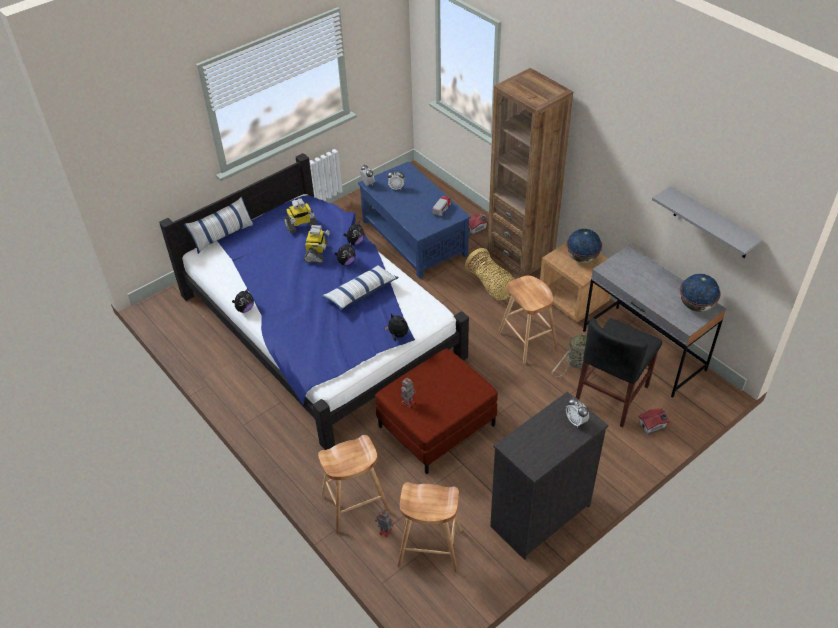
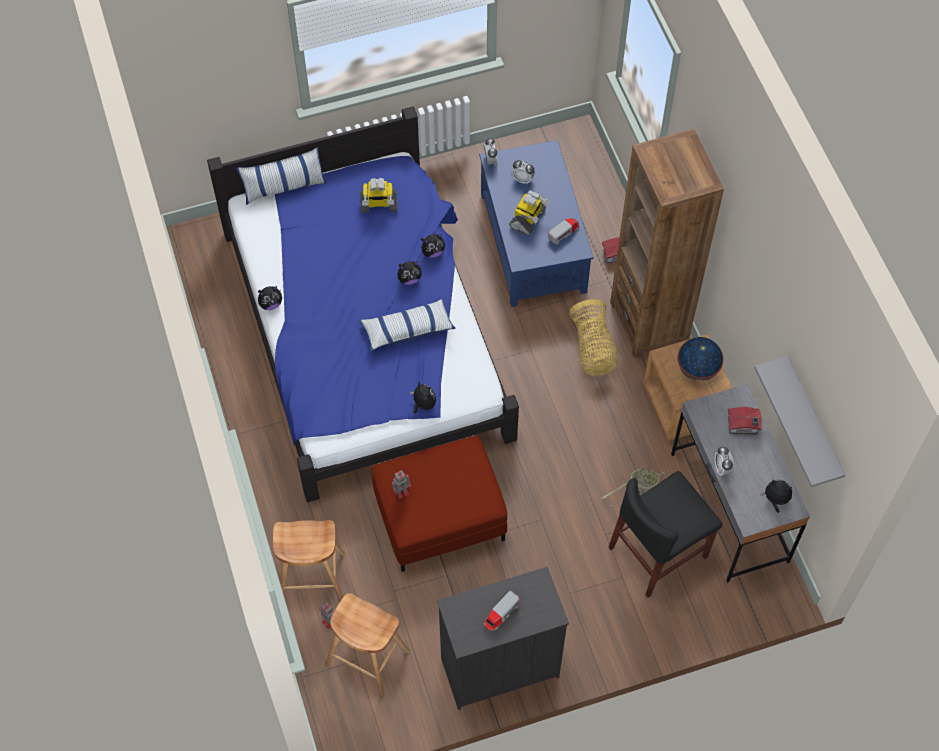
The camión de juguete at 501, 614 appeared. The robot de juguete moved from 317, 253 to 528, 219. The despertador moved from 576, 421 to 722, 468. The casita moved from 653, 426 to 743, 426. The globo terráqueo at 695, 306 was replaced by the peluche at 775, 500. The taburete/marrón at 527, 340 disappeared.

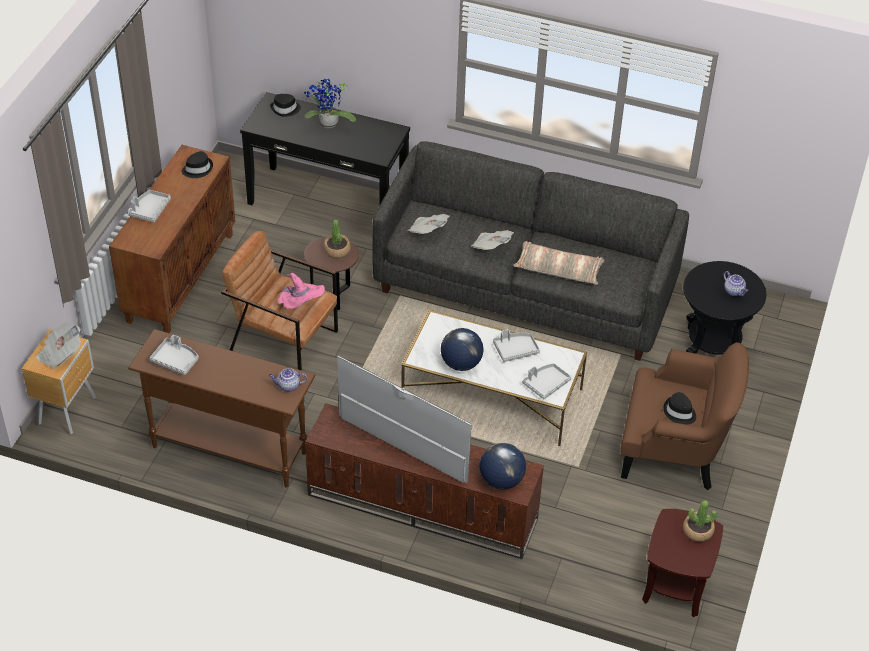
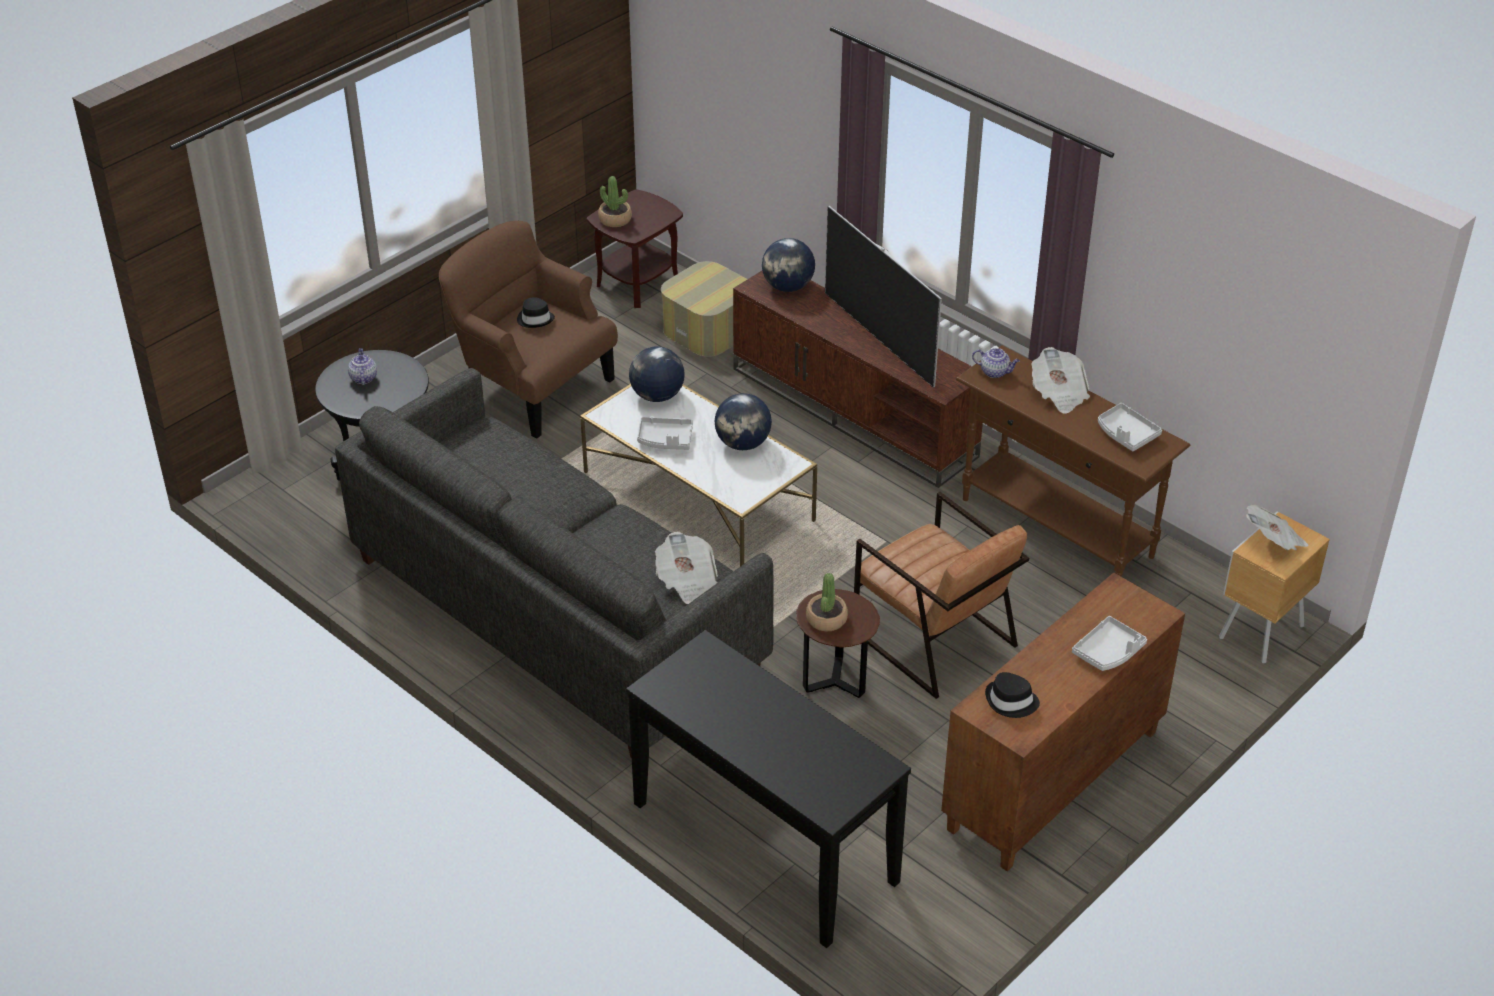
The bandeja/gris at 546, 384 was replaced by the globo terráqueo at 657, 396. The puf at 708, 329 appeared. The periódico moved from 491, 247 to 1059, 394. The sombrero/negro at 285, 109 disappeared. The sombrero/rosa at 300, 306 disappeared. The planta en maceta at 327, 125 disappeared. The cojín at 558, 269 disappeared.

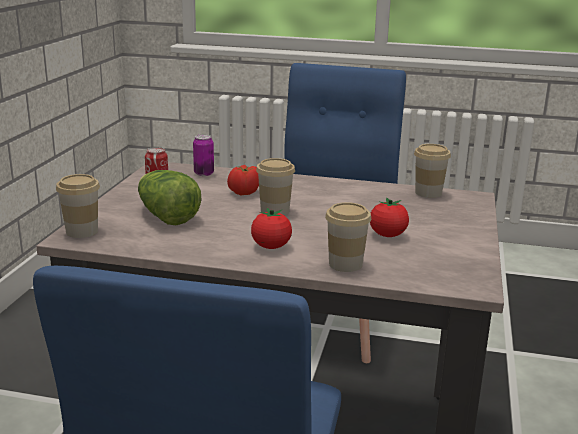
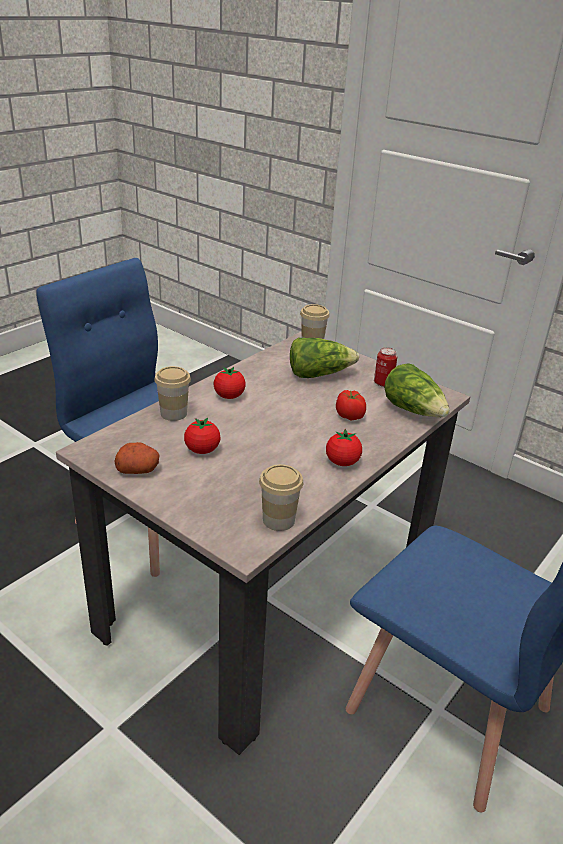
The patata at 138, 469 appeared. The tomate at 342, 462 appeared. The lata at 204, 173 was replaced by the lechuga at 414, 411. The taza at 275, 211 disappeared.

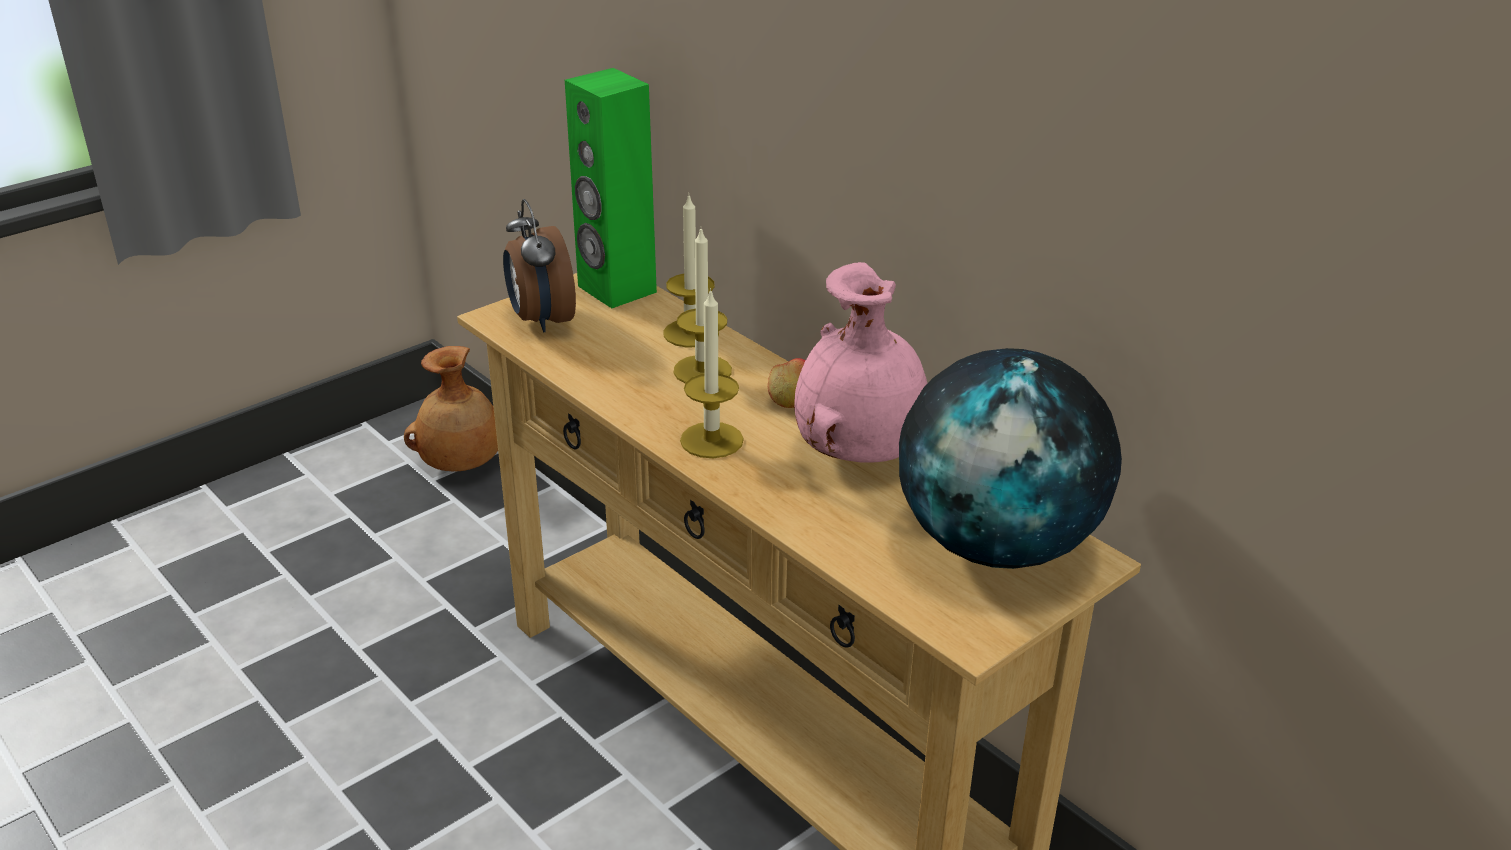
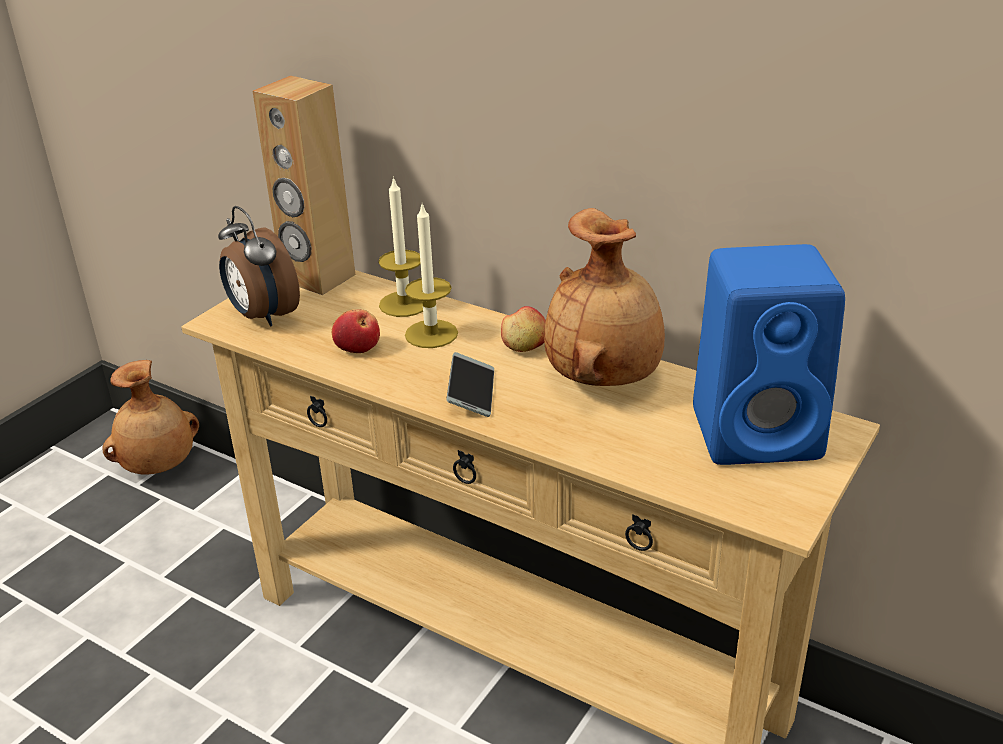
The altavoz/verde at 616, 289 became the altavoz/marrón at 318, 278. The manzana at 357, 347 appeared. The vela at 711, 440 was replaced by the móvil at 471, 392. The florero/rosa at 861, 453 became the florero/marrón at 605, 378. The globo terráqueo at 997, 544 was replaced by the altavoz/azul at 760, 432.

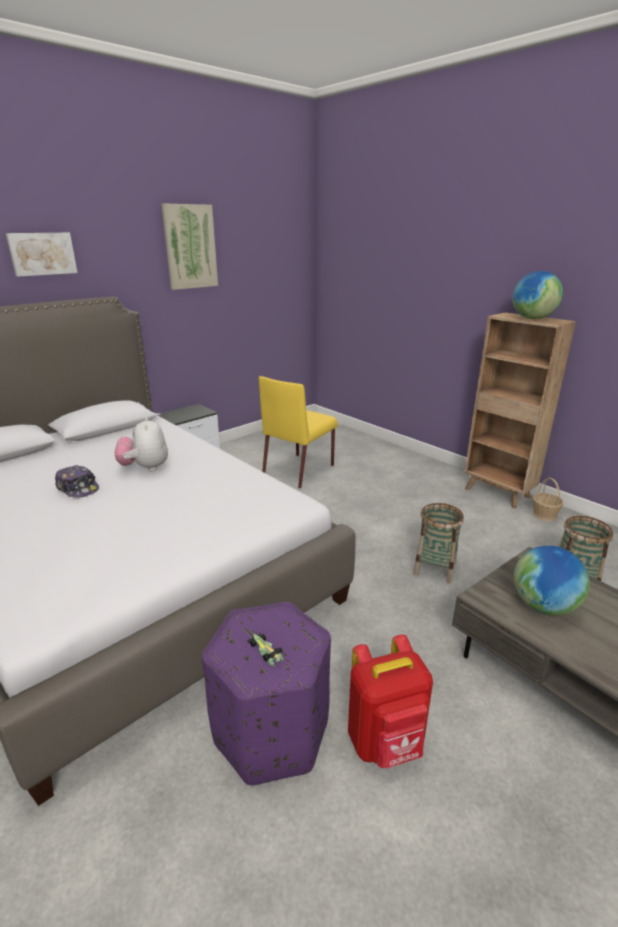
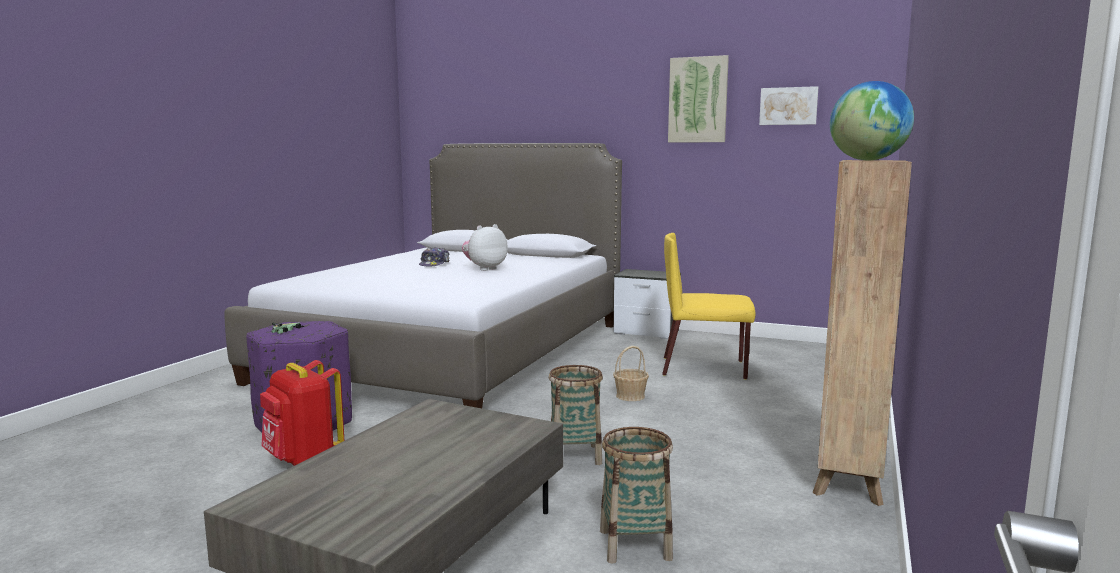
The cesta moved from 544, 515 to 630, 396. The cuadro moved from 42, 253 to 788, 106. The globo terráqueo at 544, 606 disappeared.

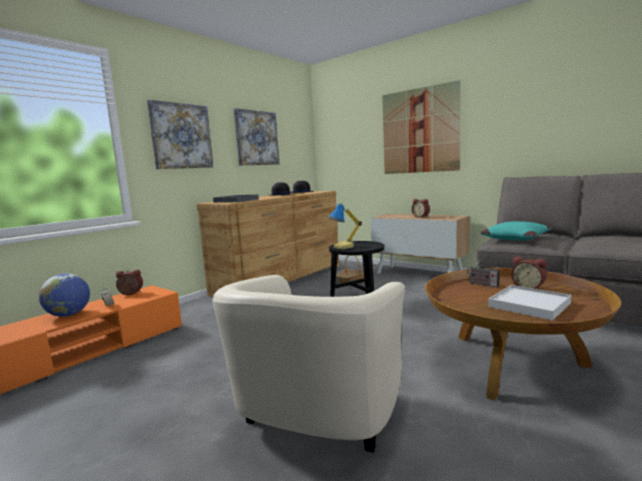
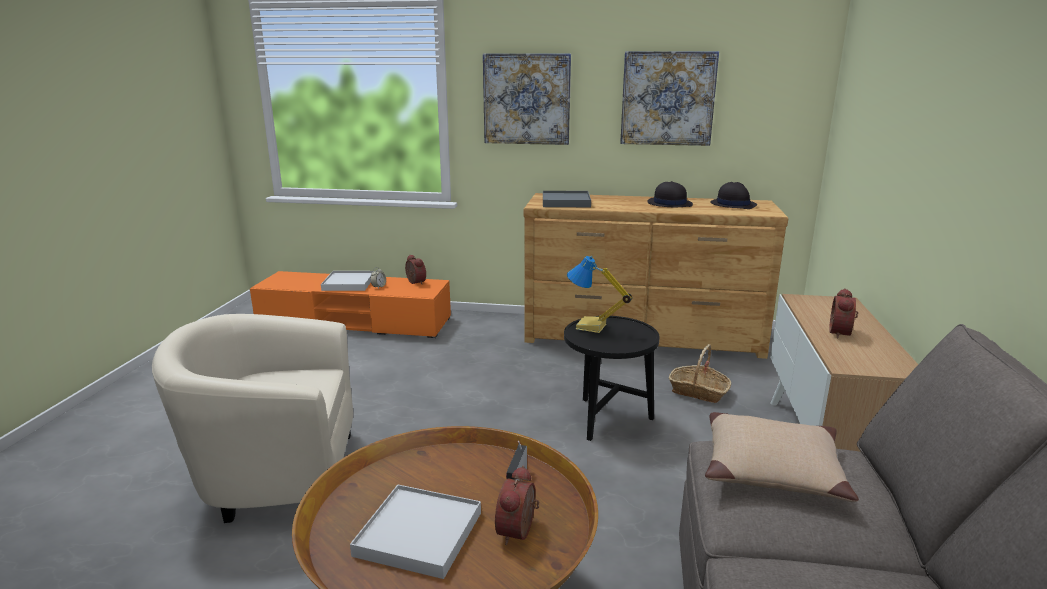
The globo terráqueo at 68, 315 was replaced by the bandeja/blanco at 348, 283. The cojín/turquesa at 515, 238 became the cojín/beis at 772, 468. The cuadro at 419, 131 disappeared.

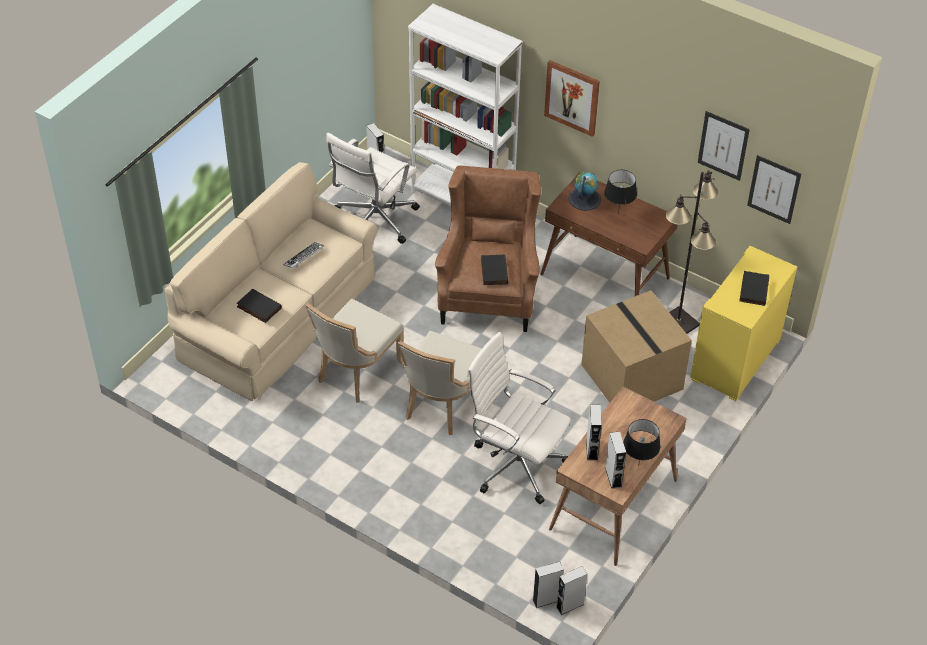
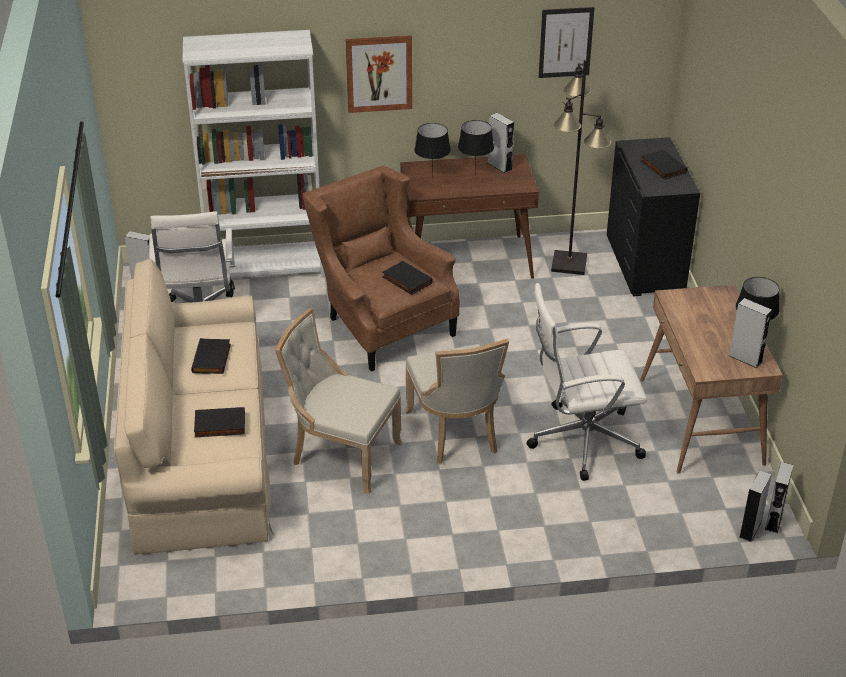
The teclado at 304, 257 was replaced by the libro/negro at 212, 359. The silla/beis at 356, 372 turned 120 degrees clockwise. The globo terráqueo at 584, 199 was replaced by the lámpara de mesa/negro at 432, 178. The altavoz/gris moved from 591, 449 to 499, 166. The cómoda/amarillo at 736, 359 became the cómoda/negro at 646, 264. The caja de cartón at 633, 377 disappeared. The cuadro at 774, 189 disappeared.

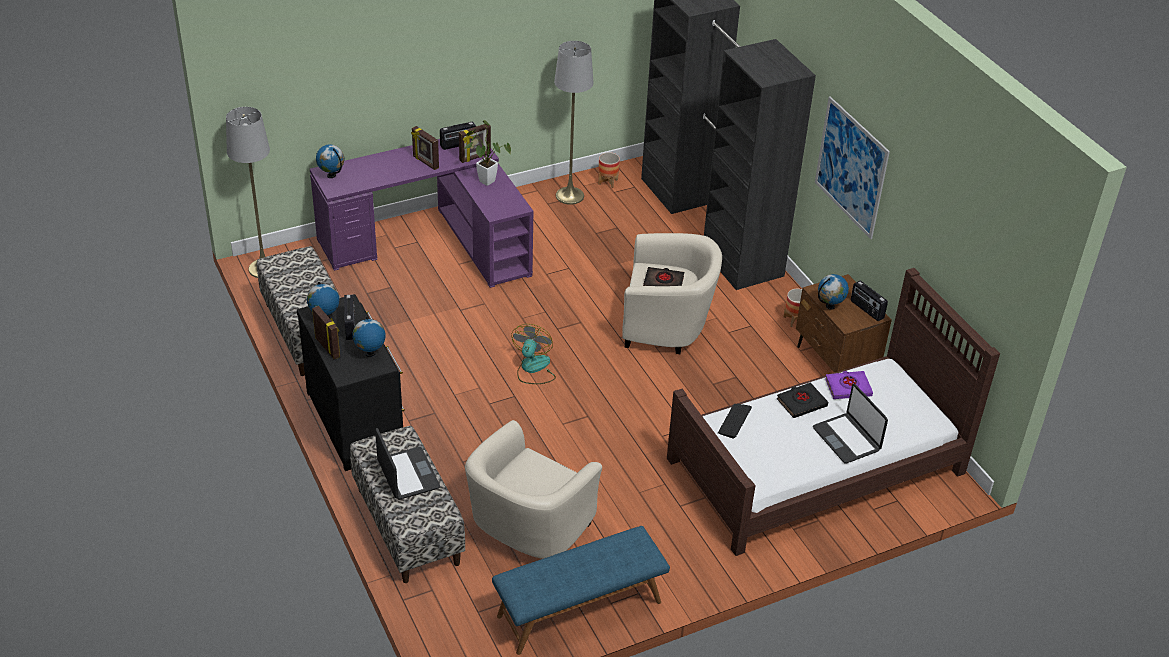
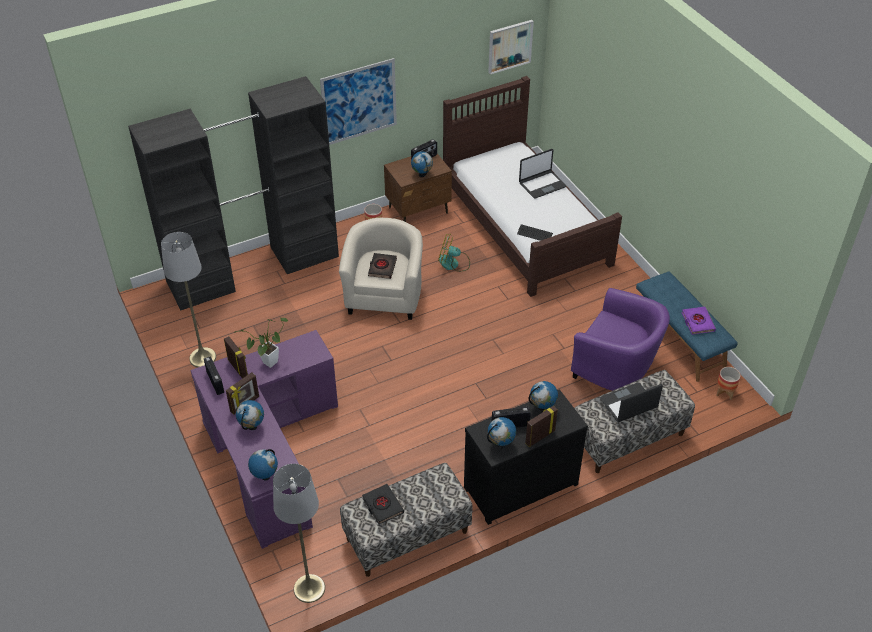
The globo terráqueo at 252, 427 appeared. The libro/negro moved from 801, 403 to 382, 506. The ventilador moved from 533, 369 to 453, 263. The cuadro at 509, 46 appeared. The sillón/beis at 527, 531 became the sillón/morado at 616, 369. The libro/morado moved from 848, 387 to 697, 322. The maceta moved from 608, 182 to 725, 392.

